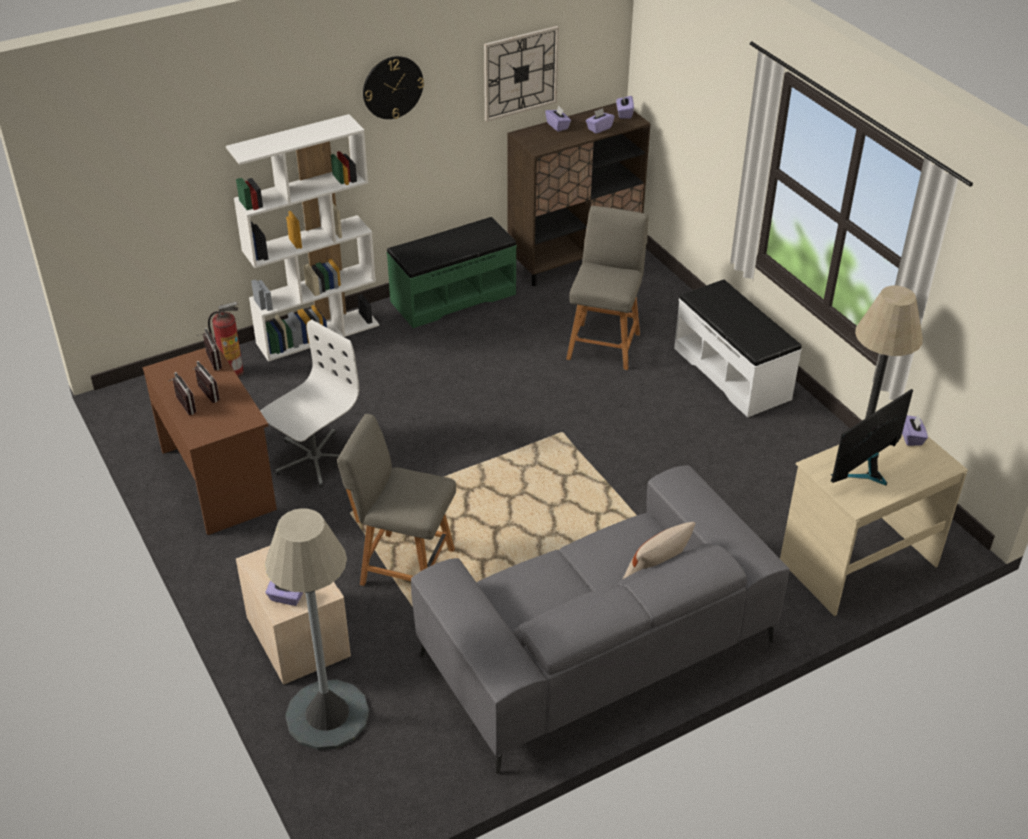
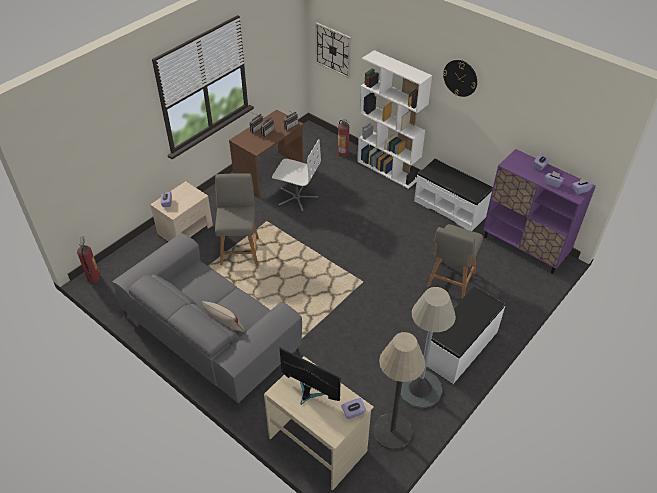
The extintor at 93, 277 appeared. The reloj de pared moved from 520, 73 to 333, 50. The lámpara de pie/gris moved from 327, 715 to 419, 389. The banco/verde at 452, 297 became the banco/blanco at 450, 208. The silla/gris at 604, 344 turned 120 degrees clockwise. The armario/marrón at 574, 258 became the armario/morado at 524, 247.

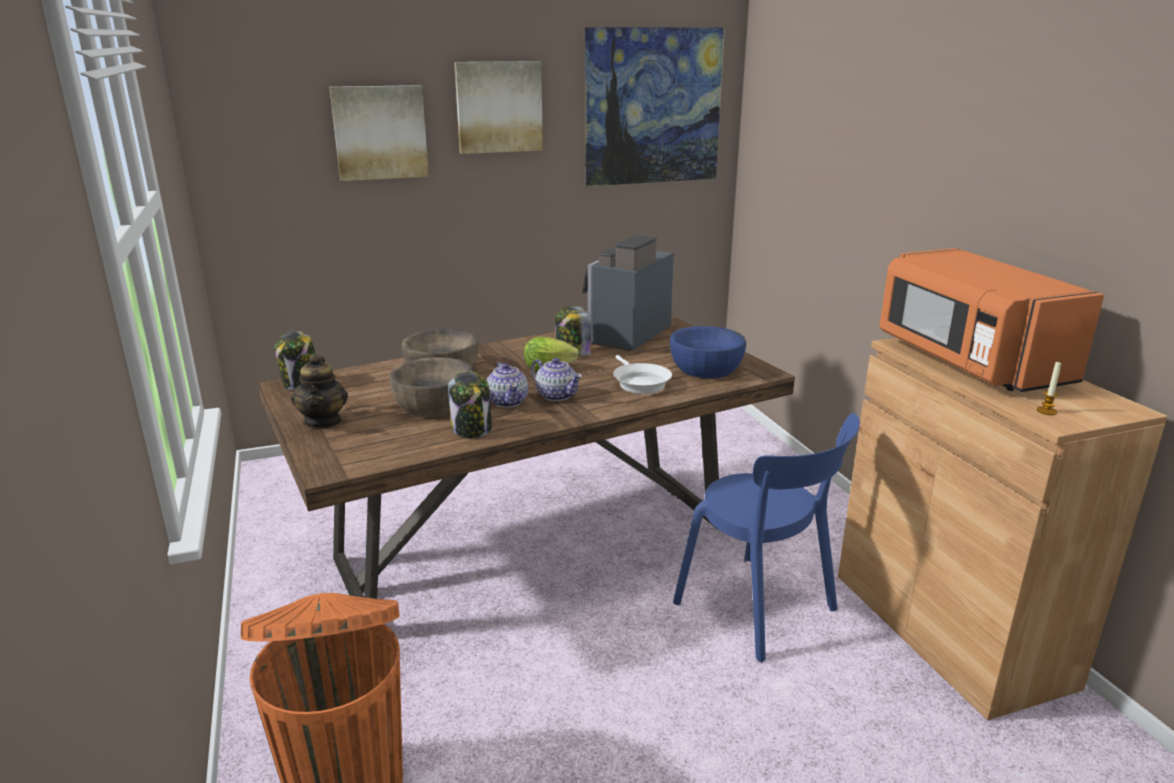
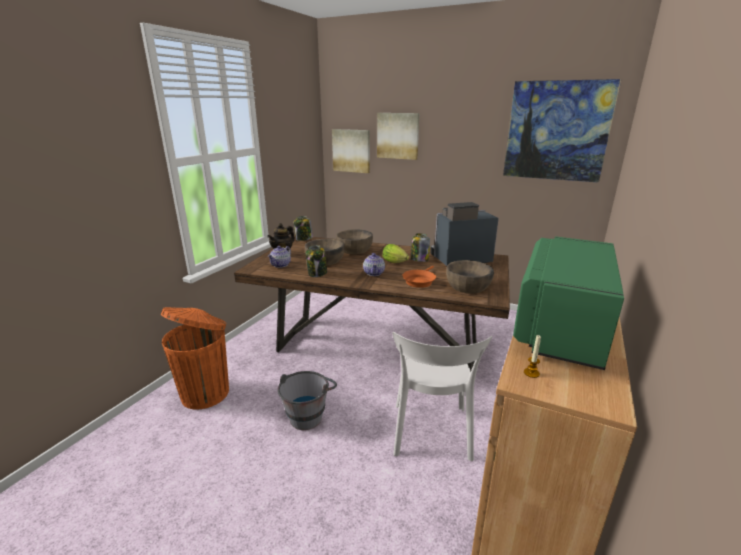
The tetera moved from 507, 401 to 281, 265. The cubo/gris at 309, 413 appeared. The cuadro moved from 499, 107 to 351, 150. The silla/azul at 760, 609 became the silla/blanco at 431, 434. The sartén/blanco at 639, 383 became the sartén/naranja at 419, 281. The cuenco/azul at 706, 368 became the cuenco/marrón at 468, 286. The microondas/naranja at 968, 361 became the microondas/verde at 560, 326.

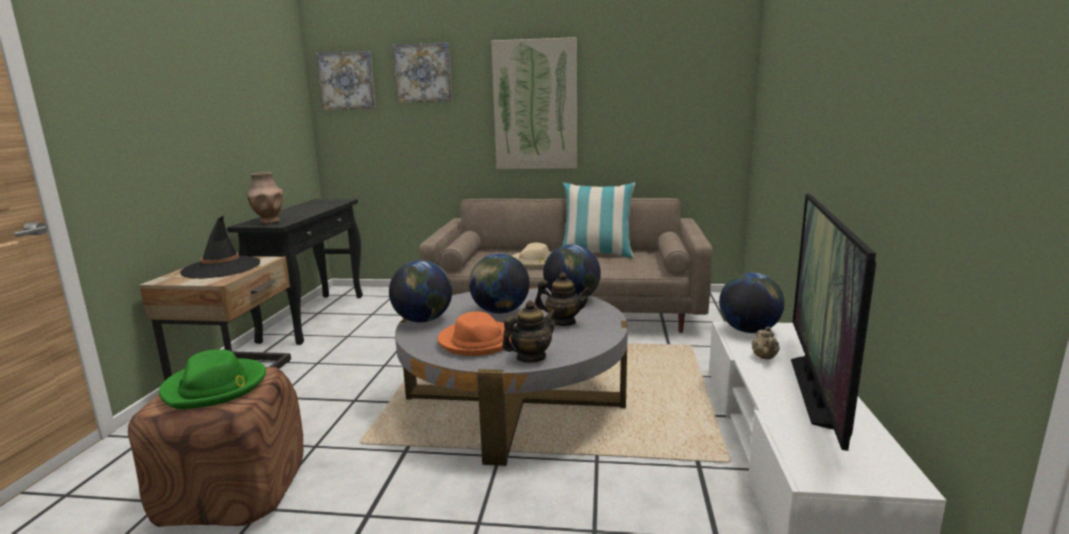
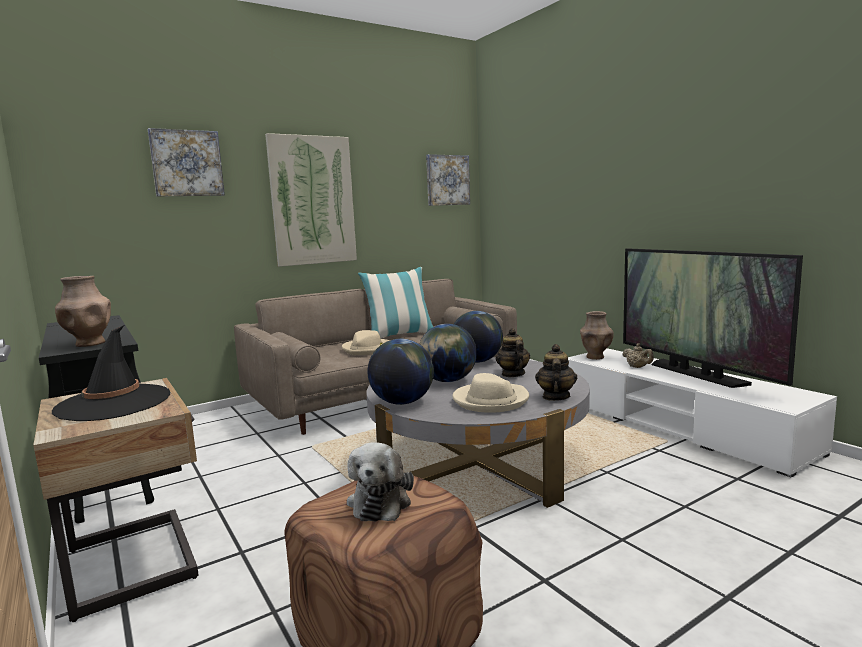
The sombrero/verde at 215, 387 was replaced by the peluche at 380, 501. The cuadro moved from 347, 81 to 447, 180. The sombrero/naranja at 477, 341 became the sombrero/beis at 490, 400. The tetera at 563, 322 turned 75 degrees counterclockwise. The globo terráqueo at 748, 330 was replaced by the florero/marrón at 595, 357.

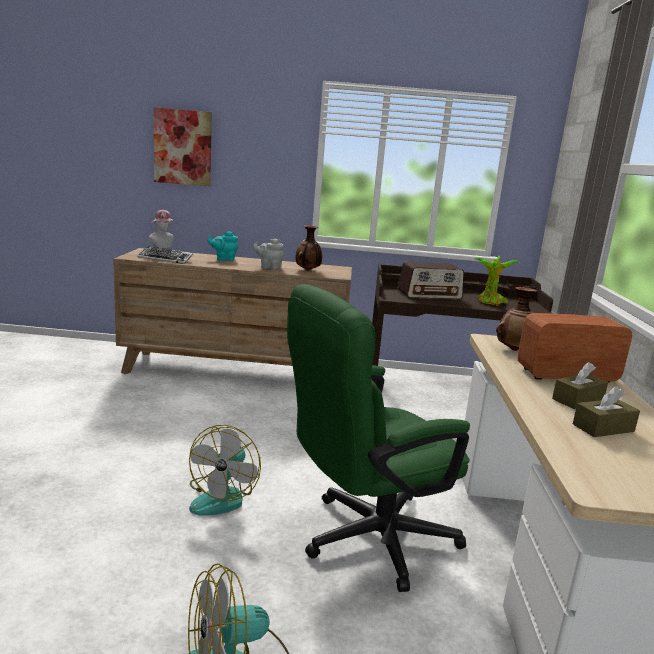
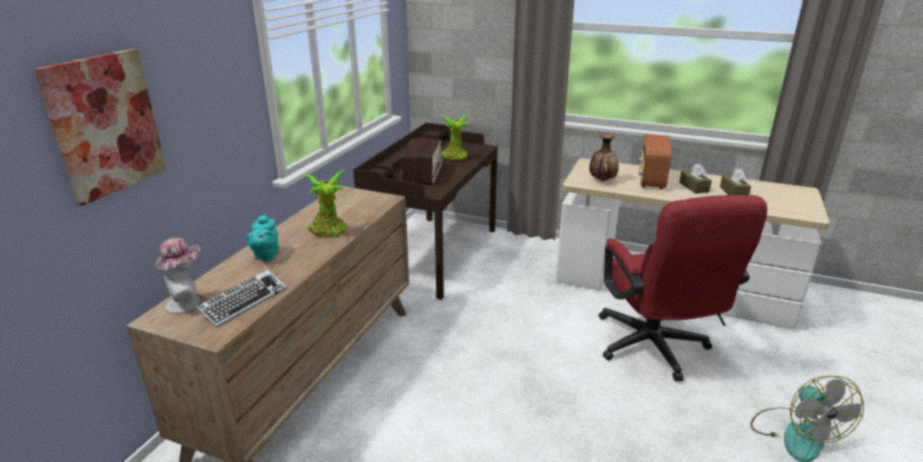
The tetera/gris at 269, 267 was replaced by the planta en maceta at 329, 231. The silla de oficina/verde at 366, 539 became the silla de oficina/rojo at 655, 350. The ventilador at 223, 496 disappeared. The florero at 308, 270 disappeared.

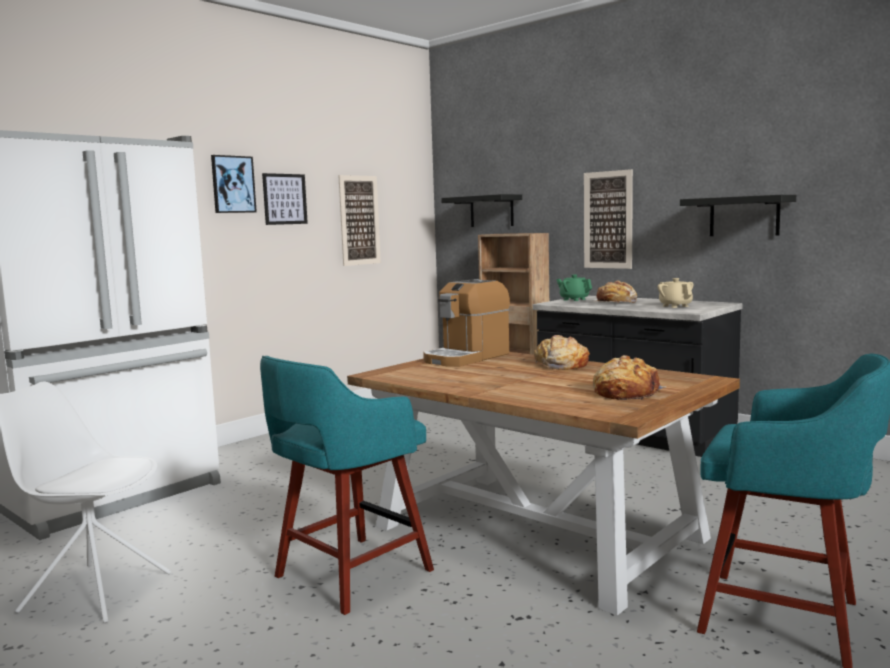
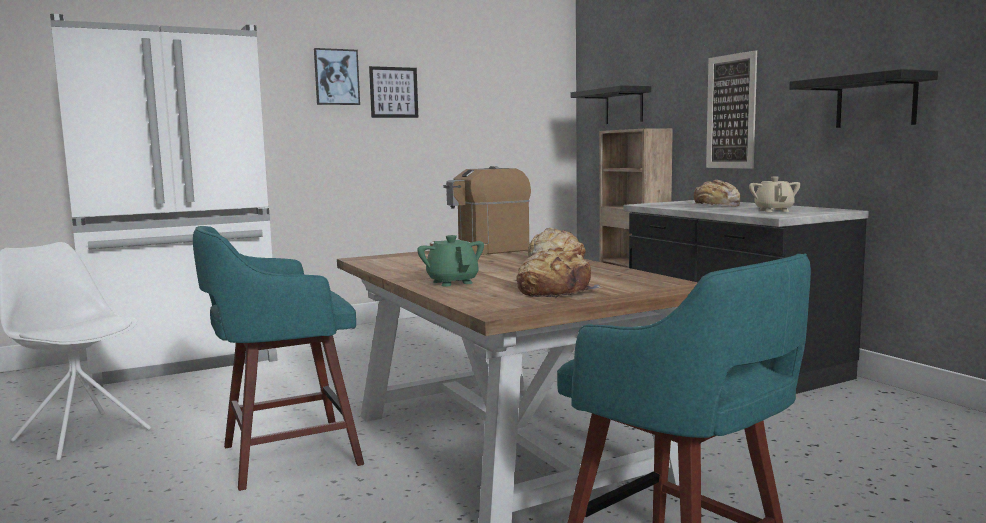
The tetera/verde moved from 574, 299 to 452, 282. The cuadro at 359, 220 disappeared.

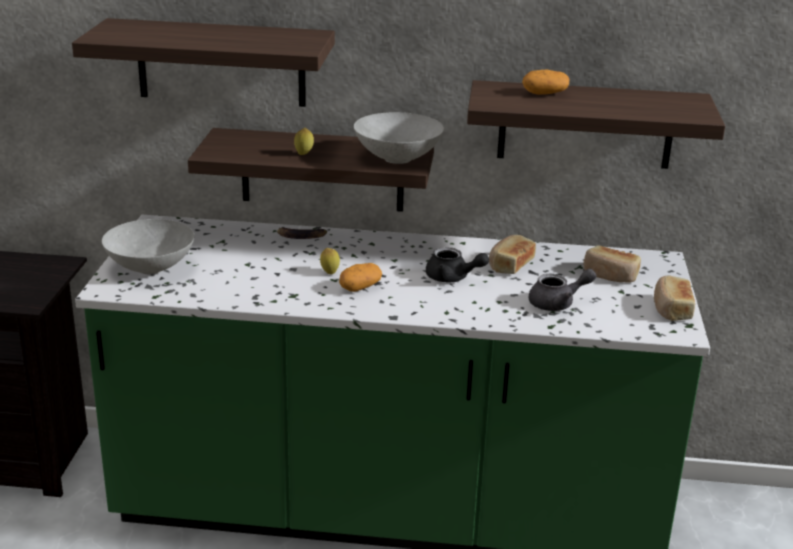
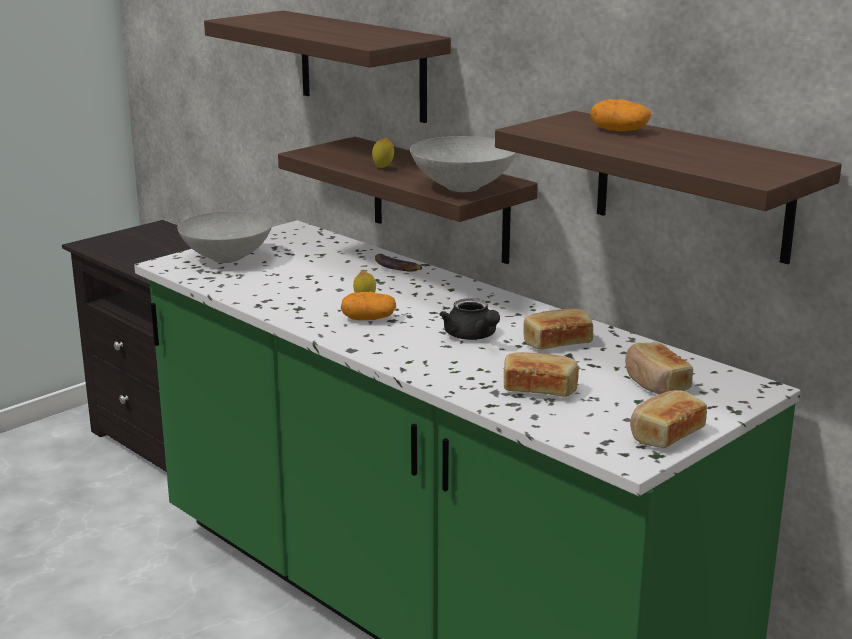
The tetera/gris at 558, 303 was replaced by the pan at 539, 389.

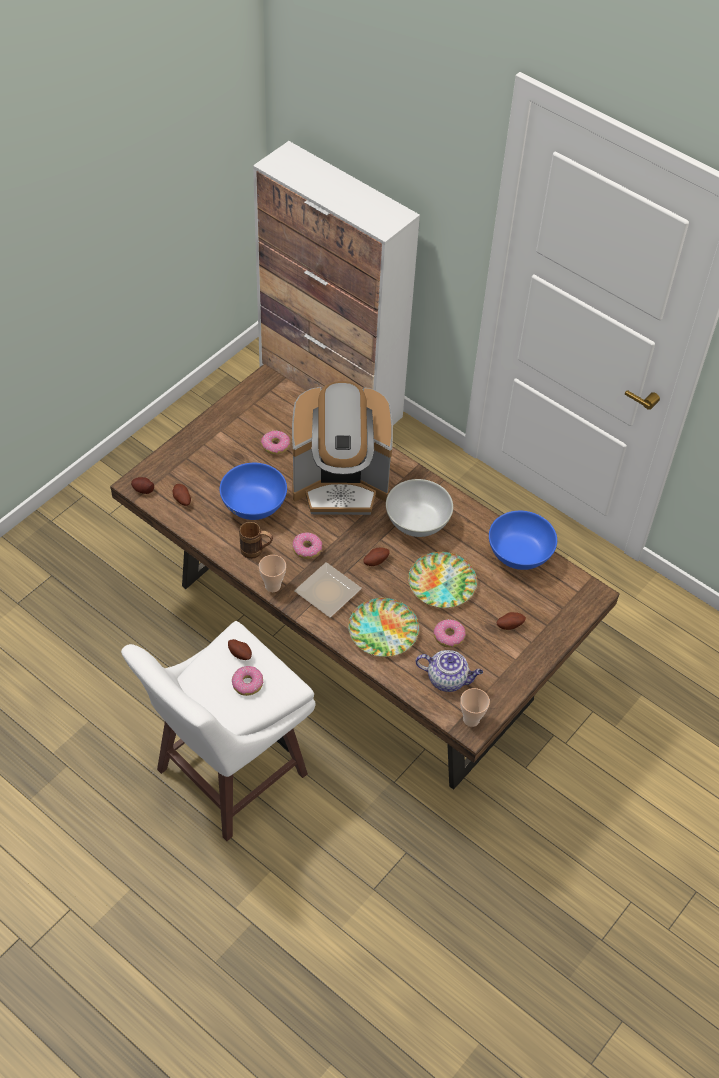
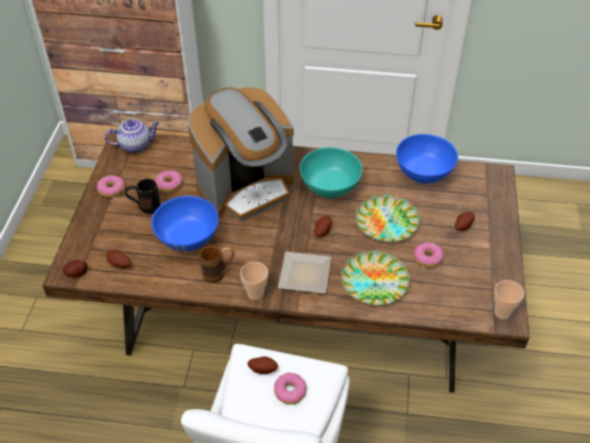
The rosquilla moved from 307, 549 to 112, 190. The tetera moved from 448, 679 to 136, 145. The taza grande/negro at 145, 208 appeared. The cuenco/blanco at 417, 523 became the cuenco/turquesa at 329, 188.

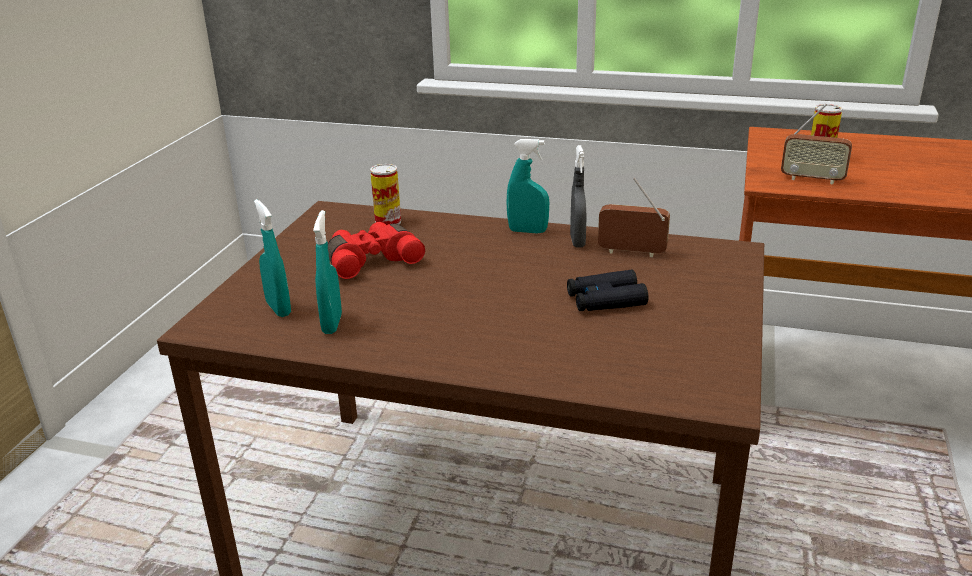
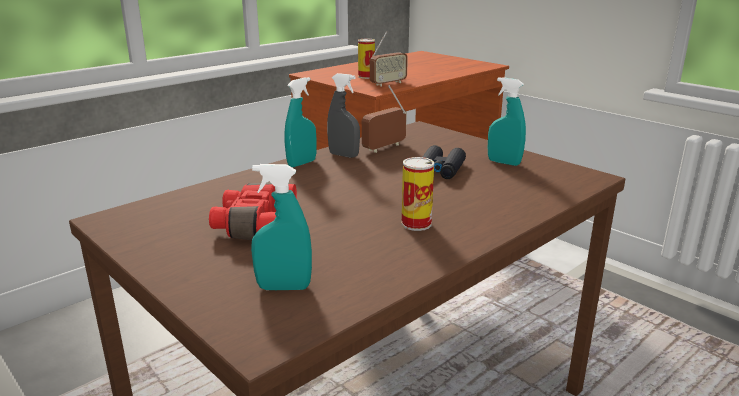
The lata moved from 388, 222 to 416, 224. The pulverizador/turquesa moved from 332, 324 to 504, 162.

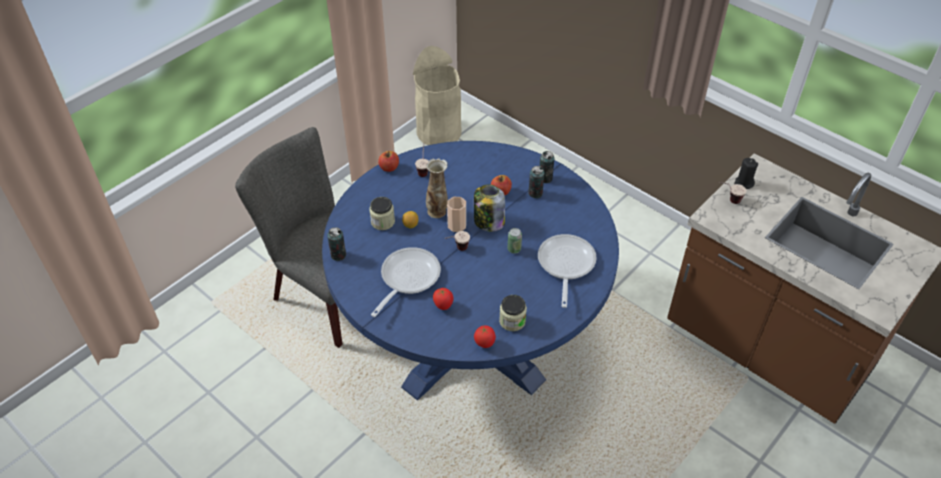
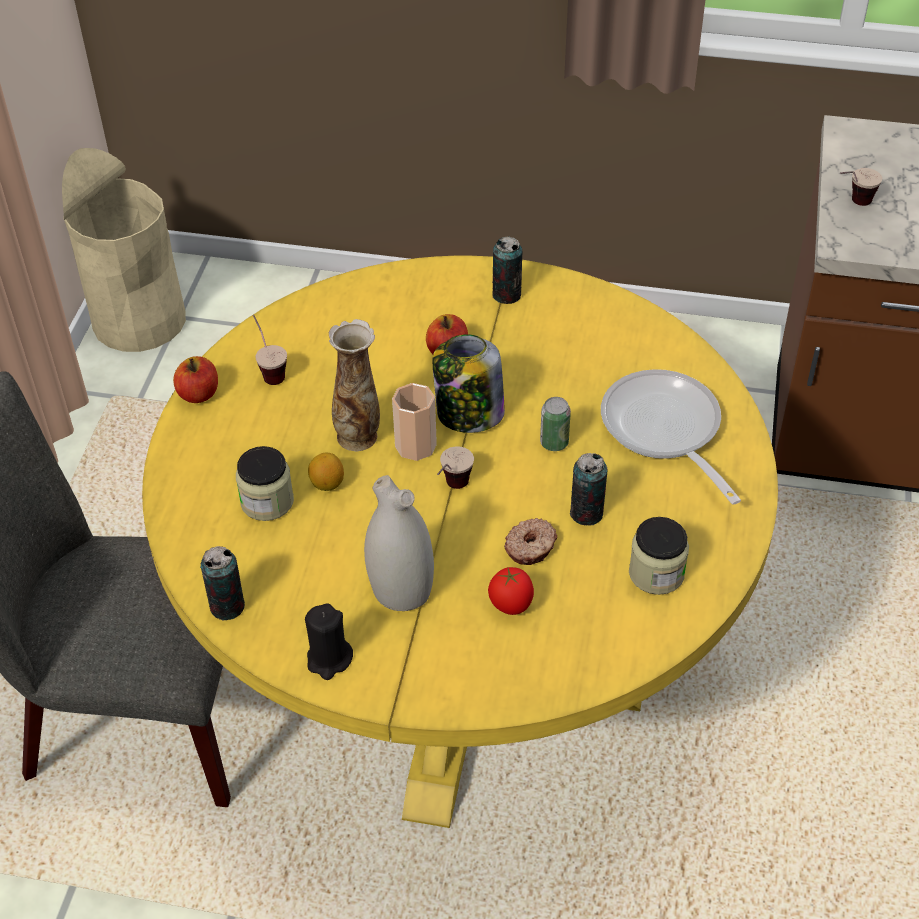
The mesa de comedor/azul at 470, 339 became the mesa de comedor/amarillo at 462, 665. The vela/negro moved from 743, 183 to 329, 659. The sartén at 407, 278 was replaced by the florero/blanco at 401, 588. The rosquilla at 531, 547 appeared. The lata moved from 535, 193 to 586, 513. The tomate at 484, 343 disappeared.

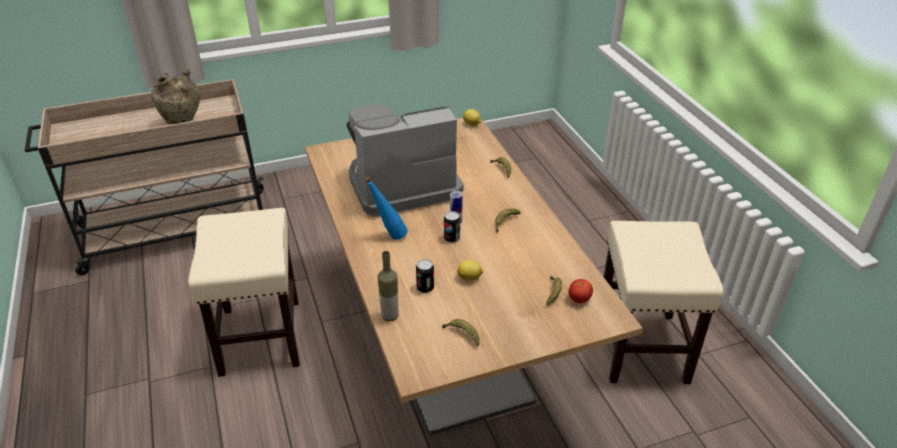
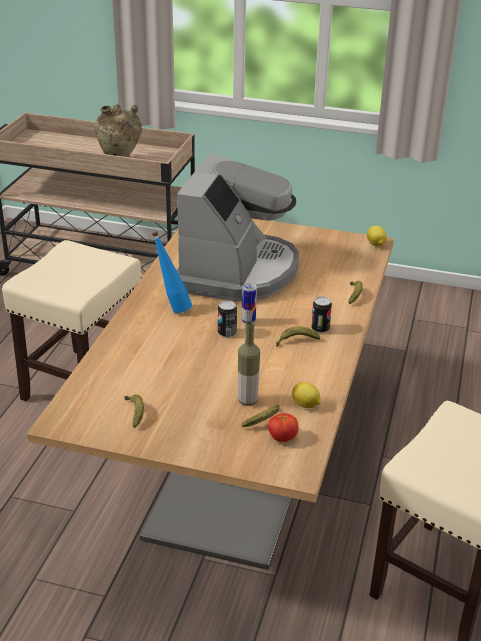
The cafetera at 402, 185 turned 90 degrees clockwise. The botella moved from 390, 316 to 247, 401. The limón moved from 470, 278 to 305, 405. The lata moved from 425, 288 to 320, 329.

